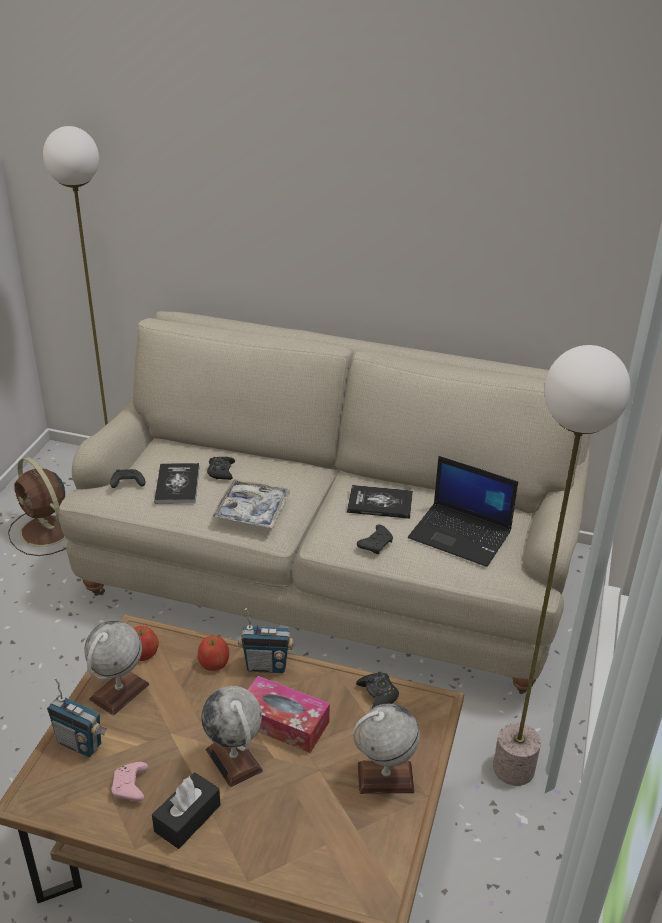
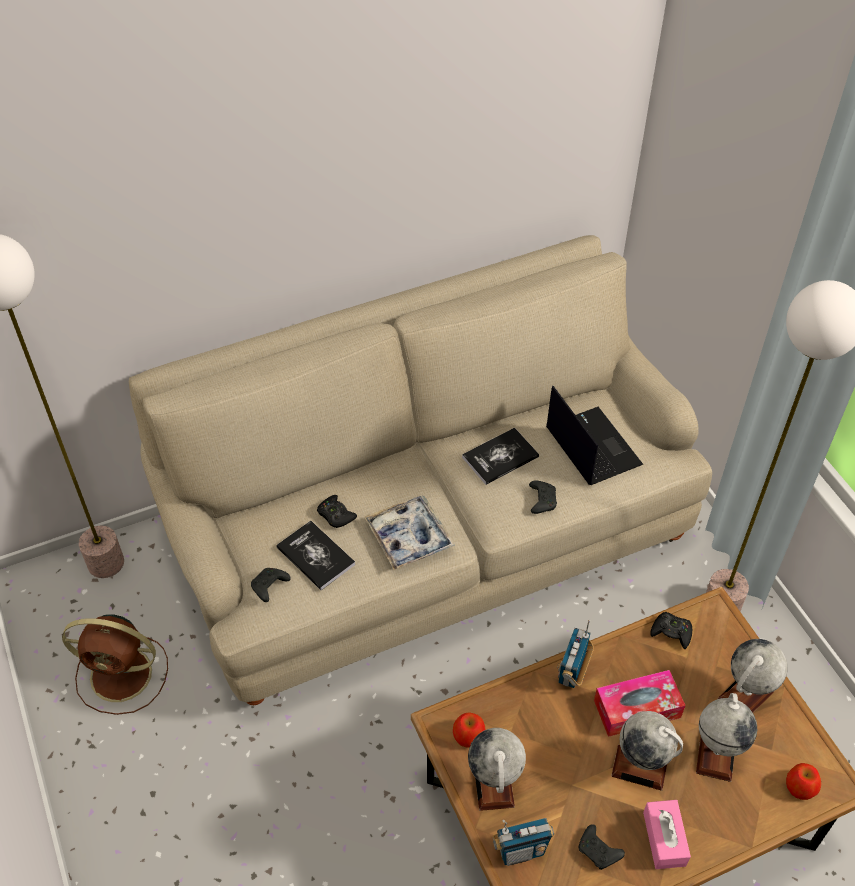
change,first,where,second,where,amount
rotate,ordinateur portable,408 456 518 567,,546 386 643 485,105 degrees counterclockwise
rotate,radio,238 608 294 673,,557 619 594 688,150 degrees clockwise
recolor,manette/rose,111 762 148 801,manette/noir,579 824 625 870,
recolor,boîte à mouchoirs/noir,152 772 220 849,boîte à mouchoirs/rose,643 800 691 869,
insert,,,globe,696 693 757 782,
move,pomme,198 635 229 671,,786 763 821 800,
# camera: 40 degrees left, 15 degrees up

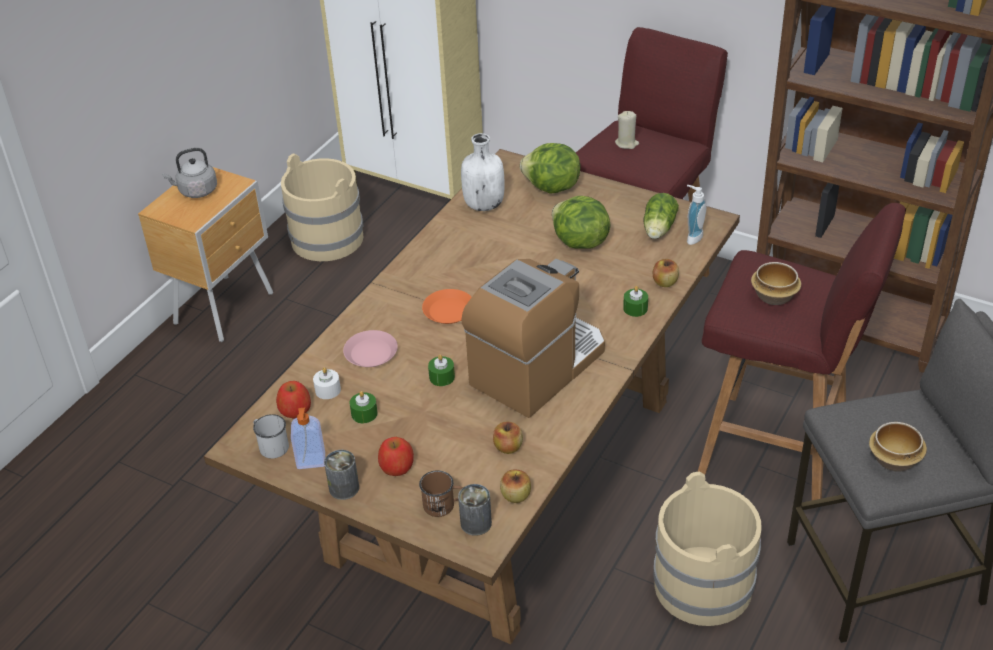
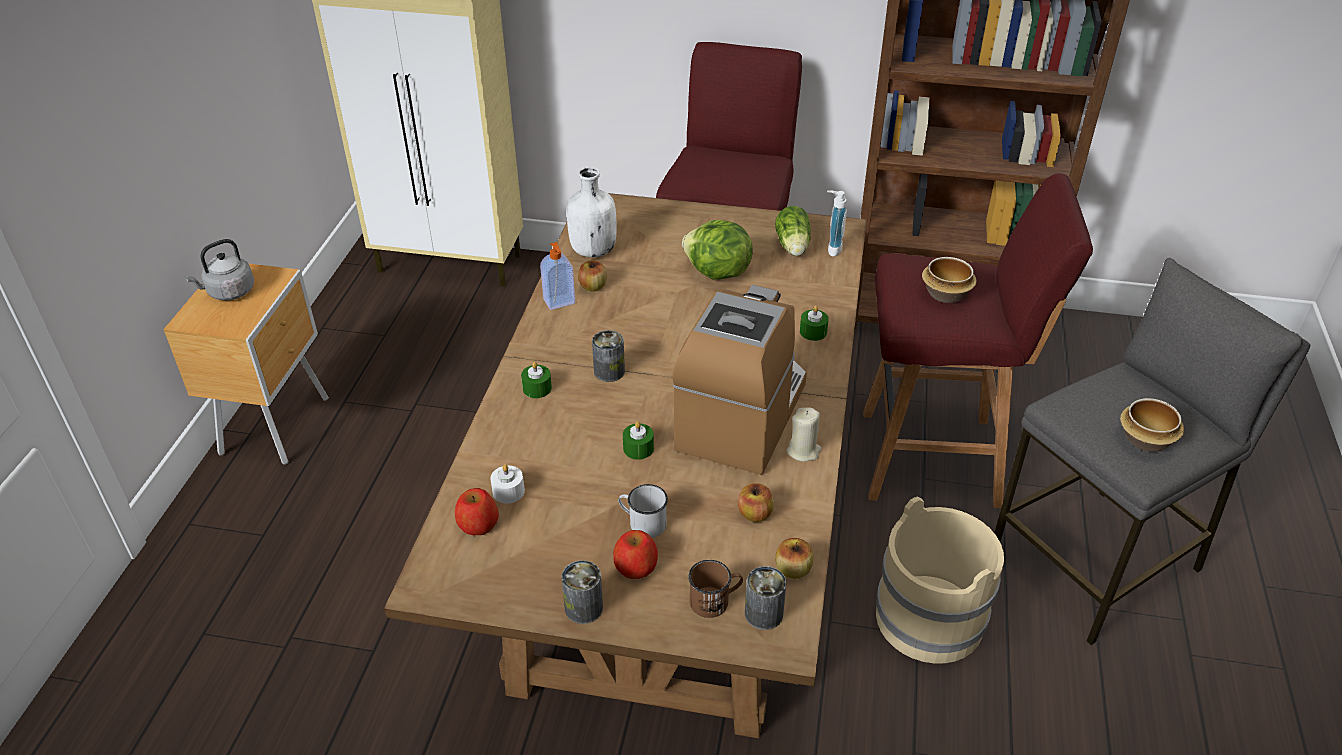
change,first,where,second,where,amount
move,bougie/vert,350 391 378 423,,521 362 552 398,
move,distributeur de savon,291 407 325 469,,540 242 575 310,
move,pomme,653 259 679 287,,578 260 607 292,
replace,assiette/orange,422 289 472 324,boîte métallique,592 330 625 382,
move,mug/blanc,253 414 289 459,,618 484 668 538,
move,bougie/beige,615 111 639 149,,786 408 821 462,
delete,seau/beige,281 153 364 261,,,
delete,assiette/rose,343 330 398 367,,,
delete,laitue,520 143 581 194,,,
# camera: 20 degrees left, 0 degrees up

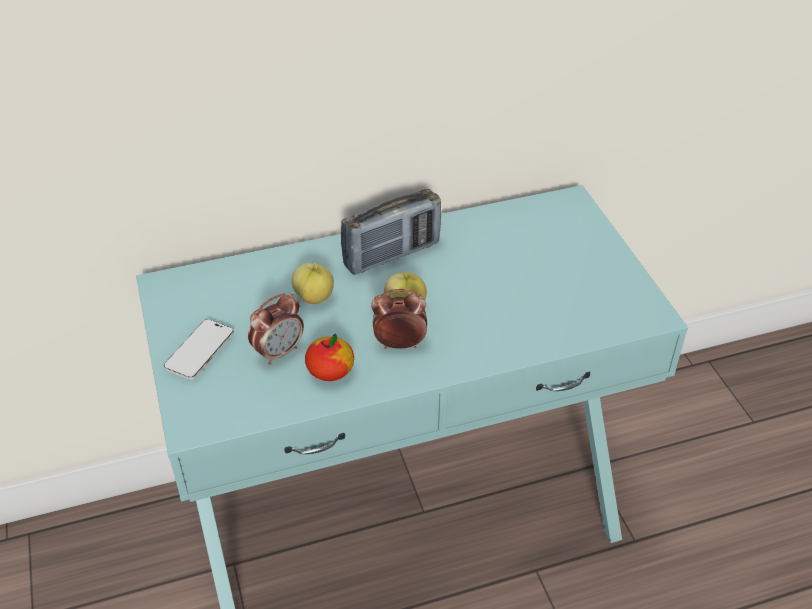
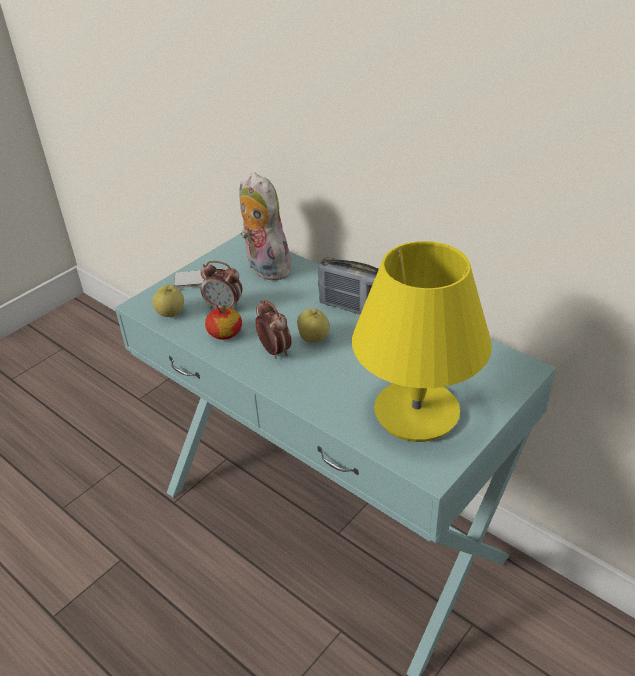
change,first,where,second,where,amount
move,pomme,292 263 334 304,,152 284 184 317,
insert,,,peluche,240 172 291 281,
insert,,,lampe de table/jaune,352 241 492 442,
# camera: 60 degrees right, 5 degrees down

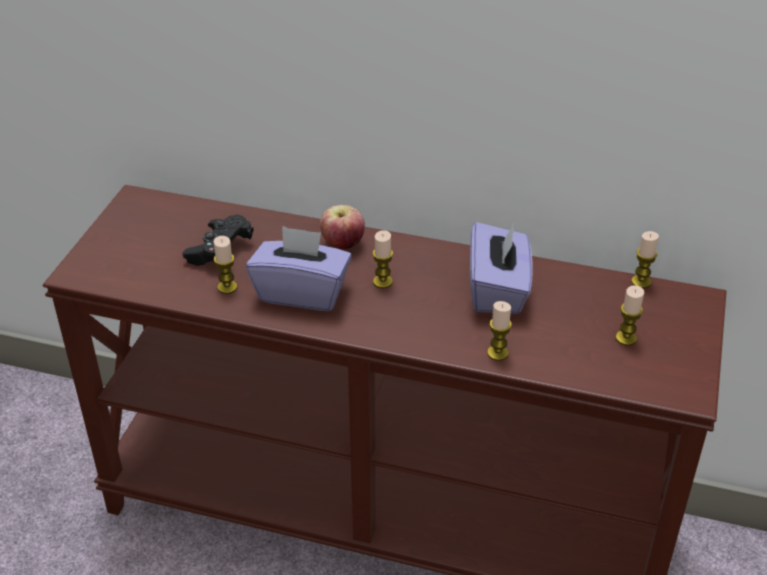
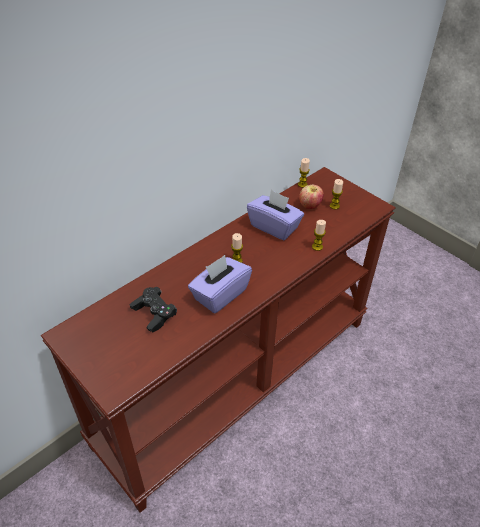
change,first,where,second,where,amount
move,pomme,320 205 365 249,,299 185 324 209,
delete,bougie,214 236 237 294,,,
# camera: 60 degrees left, 5 degrees up

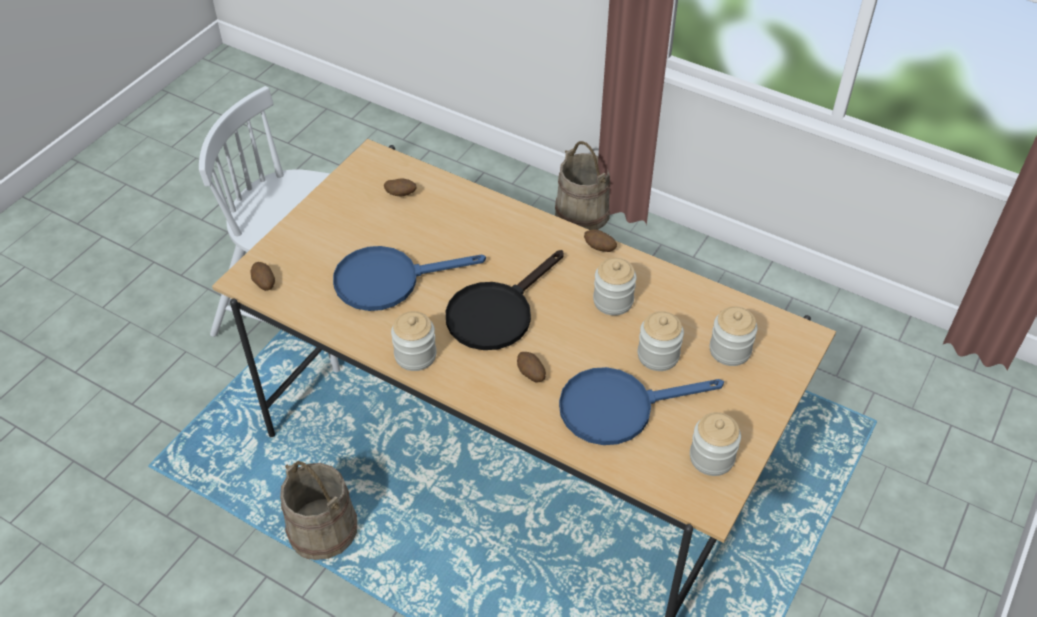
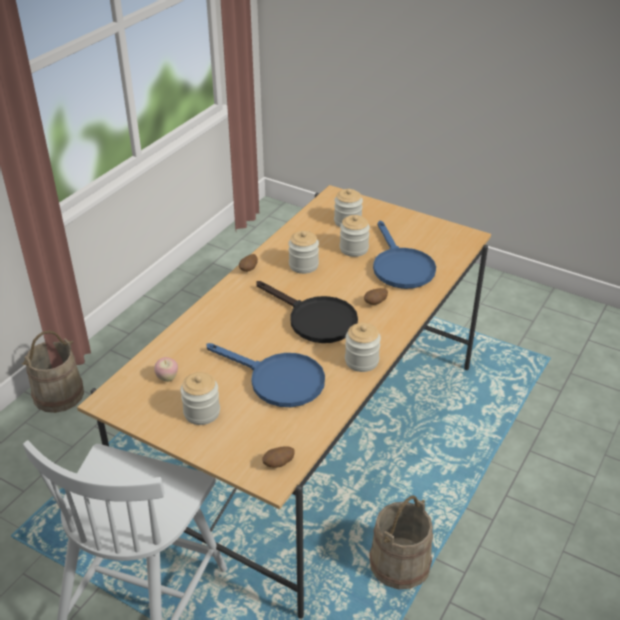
change,first,where,second,where,amount
replace,pomme de terre,384 178 416 196,pomme,154 357 178 382,
move,bocal,690 412 741 476,,180 372 220 425,
rotate,poêle/bleu,333 246 486 311,,206 343 325 407,45 degrees counterclockwise
# camera: 90 degrees left, 10 degrees down

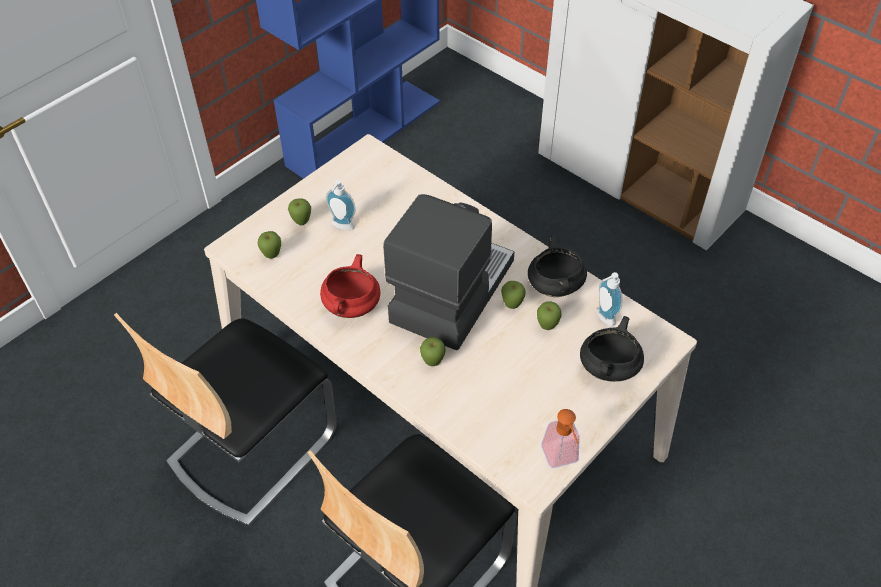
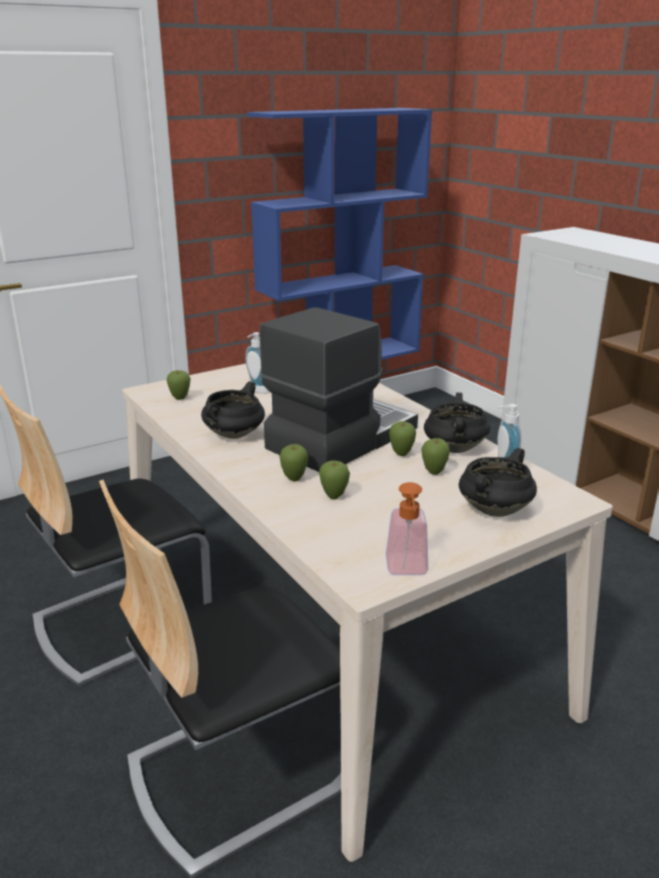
change,first,where,second,where,amount
recolor,marmite/rouge,320 254 380 318,marmite/noir,201 381 265 439,
move,pomme,288 198 311 225,,319 460 350 499,
# camera: 15 degrees right, 25 degrees down

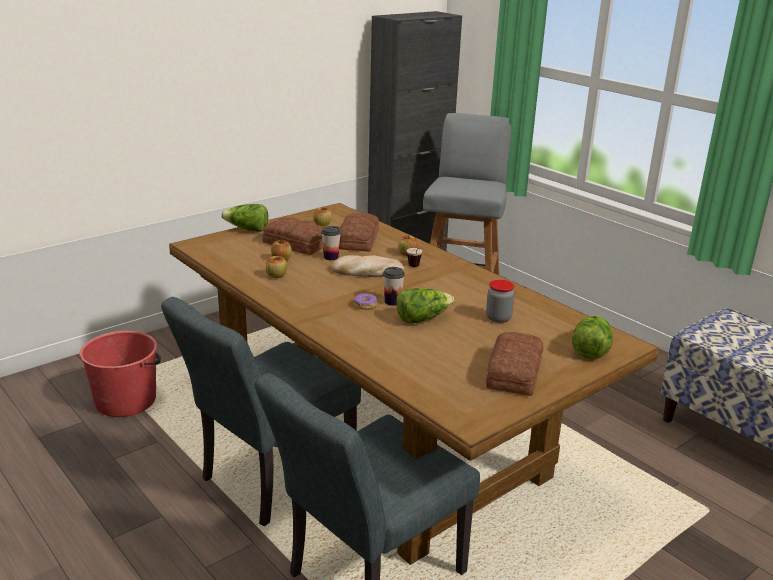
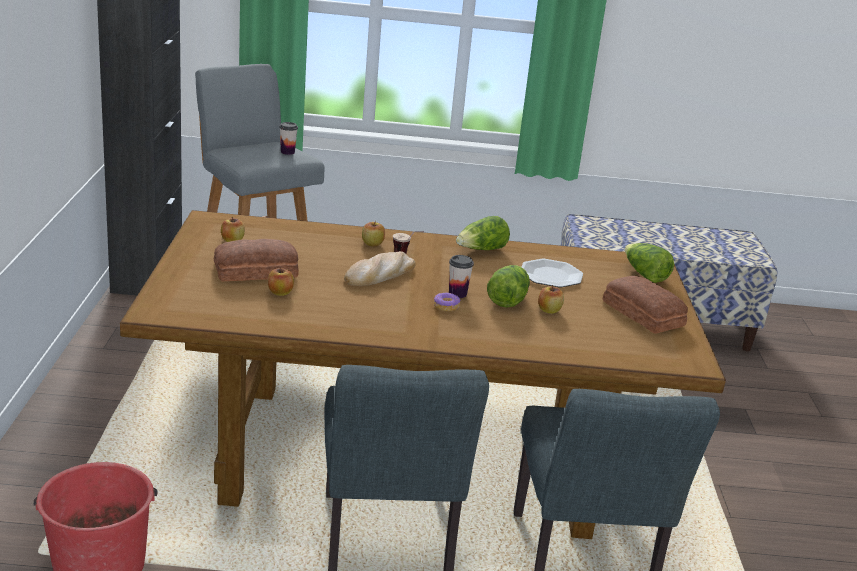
change,first,where,second,where,amount
move,tasse,321 226 341 260,,279 122 298 155,
move,laitue,221 204 268 232,,456 216 510 250,
replace,bocal,486 280 515 323,assiette,521 259 583 287,
move,pomme,266 254 287 278,,538 285 564 314,
delete,pain,339 213 379 252,,,
# camera: 50 degrees left, 0 degrees up

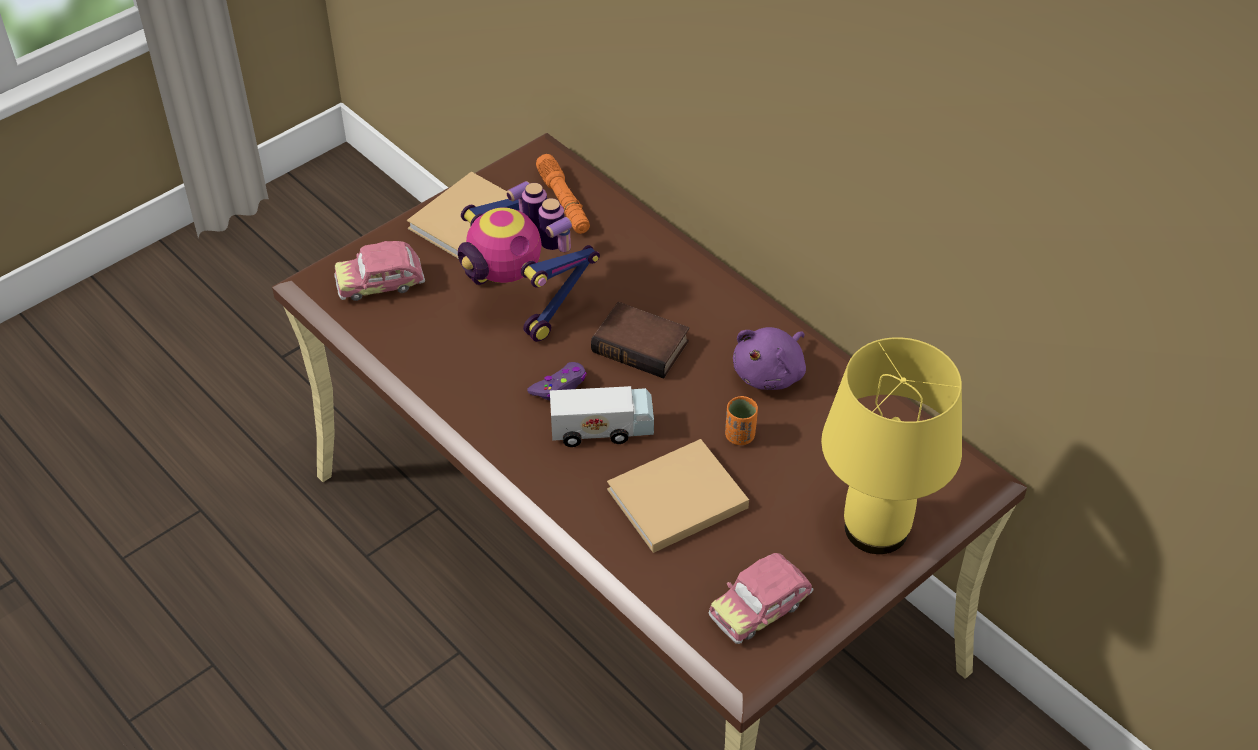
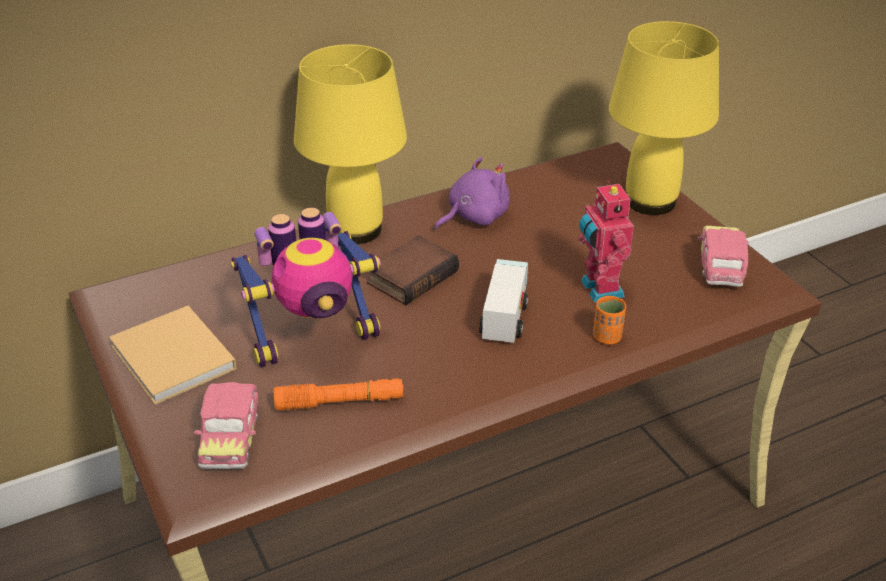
change,first,where,second,where,amount
move,lampe de poche/orange,536 154 590 234,,274 378 403 411,
insert,,,lampe de table/jaune,294 44 407 244,
rotate,peluche/violet,733 327 806 390,,434 157 510 230,90 degrees counterclockwise
replace,livre/beige,607 439 749 553,robot jouet,578 180 634 302,
move,tasse/orange,725 396 758 445,,593 296 626 345,
rotate,petite voiture,709 553 814 644,,698 226 748 287,150 degrees counterclockwise
delete,manette/violet,527 362 587 400,,,
# camera: 75 degrees left, 10 degrees down

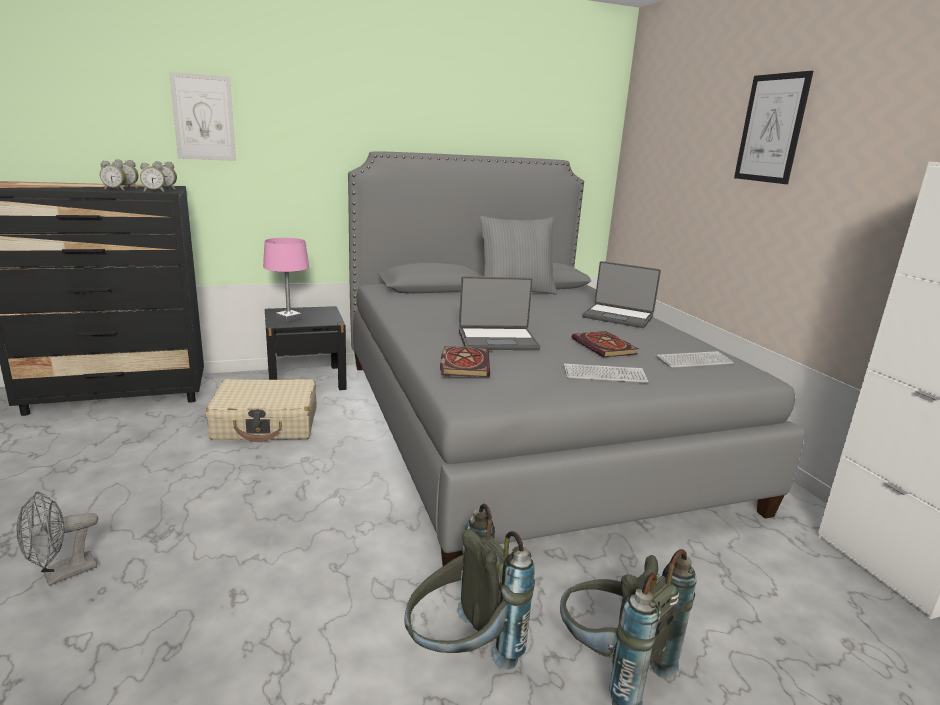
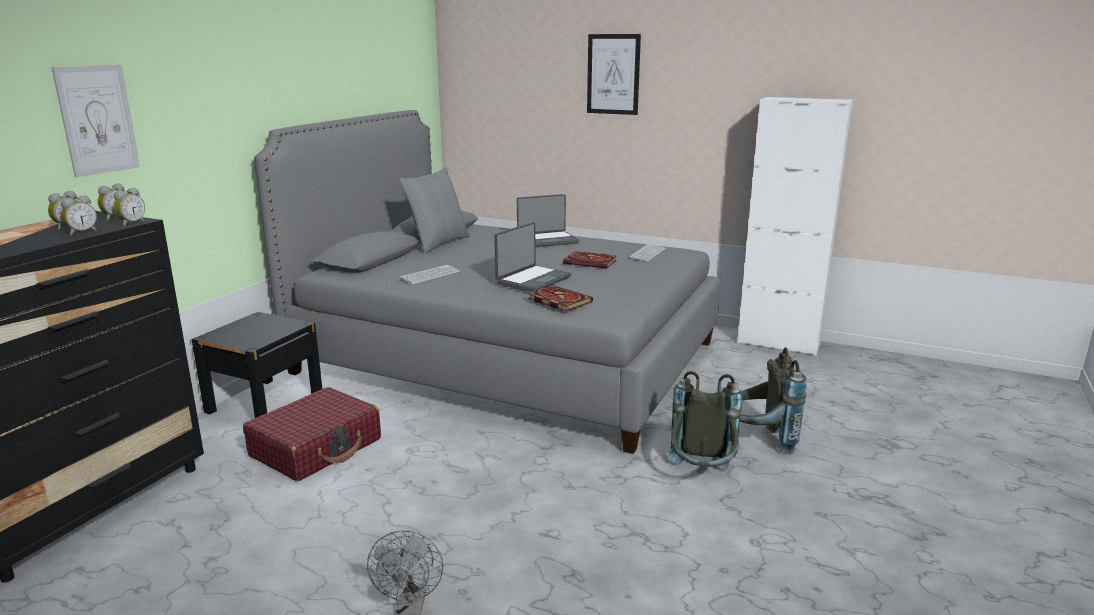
change,first,where,second,where,amount
recolor,valise/beige,206 379 317 442,valise/rouge,243 387 381 481,
move,clavier,564 364 649 383,,400 265 460 284,
delete,lampe de table/rose,263 238 309 323,,,
# camera: 45 degrees left, 0 degrees up

